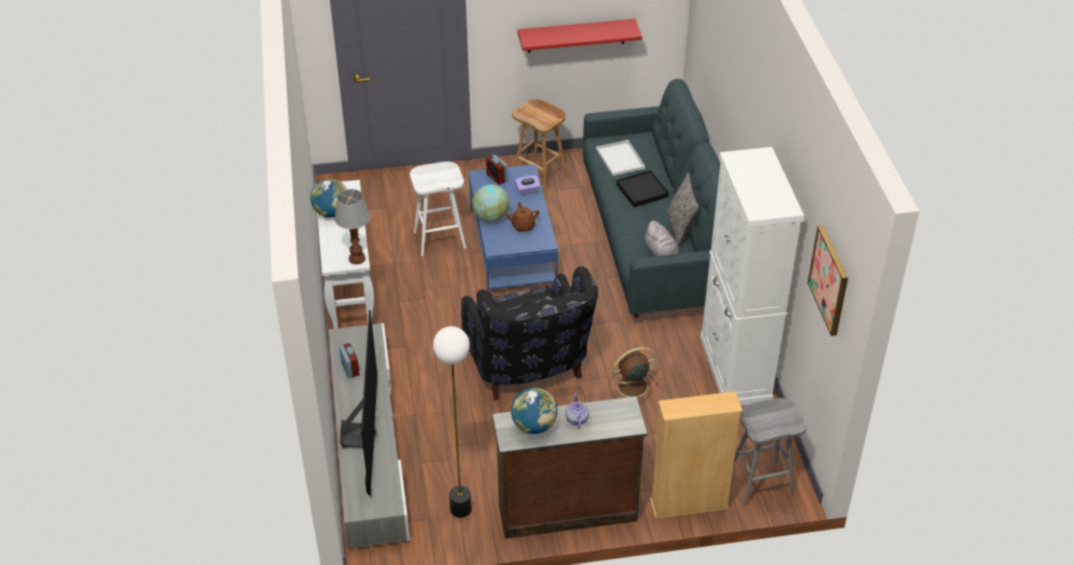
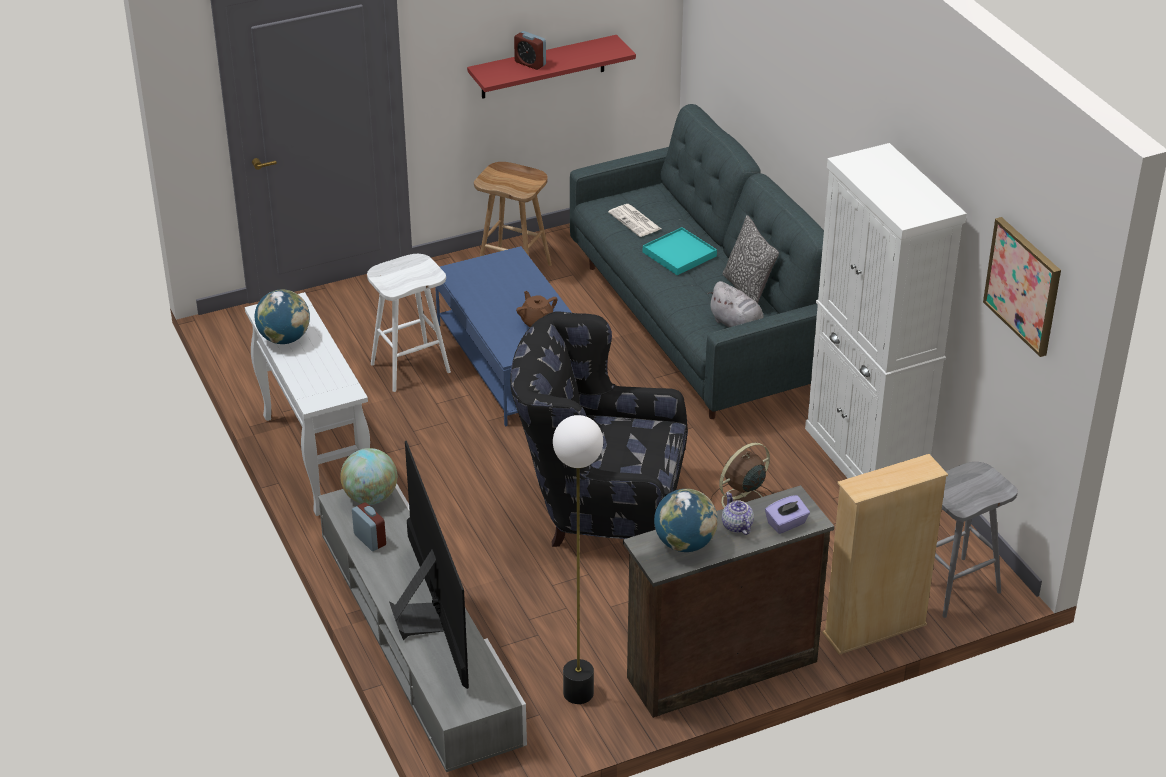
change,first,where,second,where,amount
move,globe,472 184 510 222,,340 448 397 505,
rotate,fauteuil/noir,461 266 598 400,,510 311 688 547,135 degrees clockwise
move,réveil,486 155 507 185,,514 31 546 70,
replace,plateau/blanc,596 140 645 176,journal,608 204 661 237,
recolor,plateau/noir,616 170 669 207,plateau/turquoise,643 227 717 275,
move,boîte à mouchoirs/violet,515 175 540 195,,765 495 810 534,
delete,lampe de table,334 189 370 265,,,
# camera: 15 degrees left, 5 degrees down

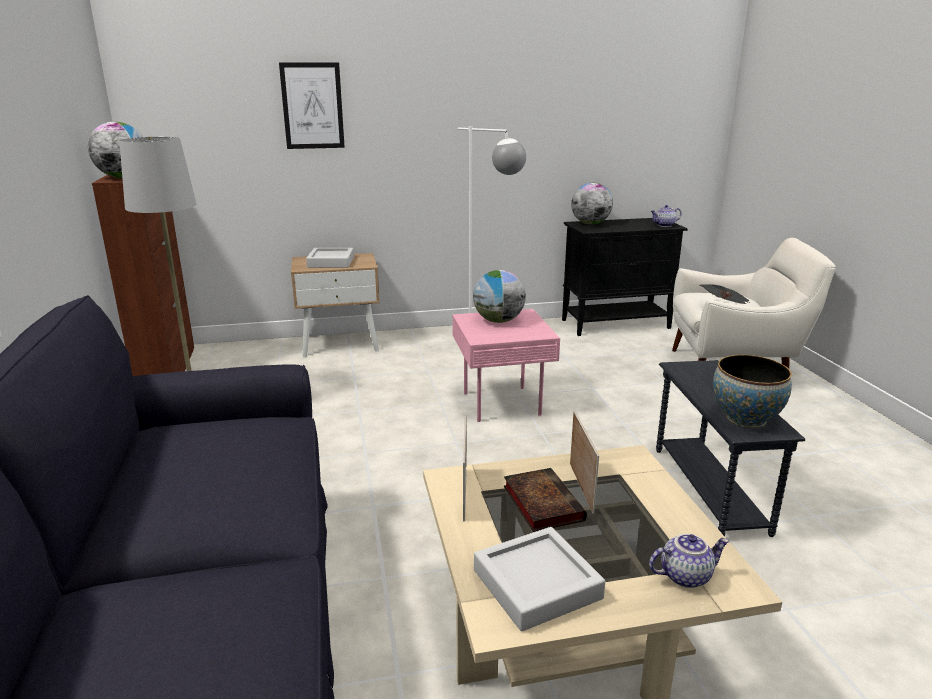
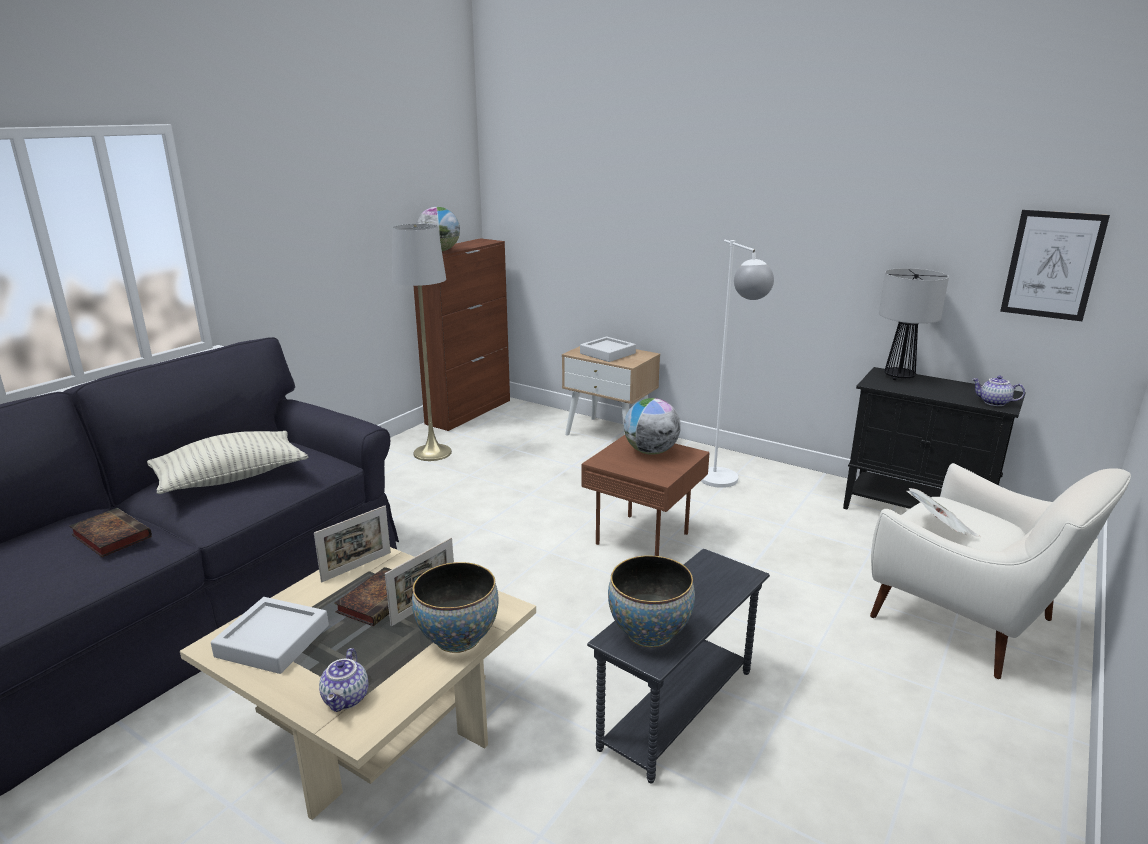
change,first,where,second,where,amount
insert,,,livre,69 508 152 557,
insert,,,coussin,147 431 308 494,
rotate,théière,649 534 729 588,,319 648 368 712,60 degrees clockwise
insert,,,bol,412 562 499 653,
recolor,table d'appoint/rose,452 309 560 422,table d'appoint/marron,581 435 710 556,
replace,globe,571 183 613 224,lampe de table,879 268 949 380,
move,tableau,279 62 345 149,,1000 210 1110 321,
# camera: 45 degrees right, 0 degrees up

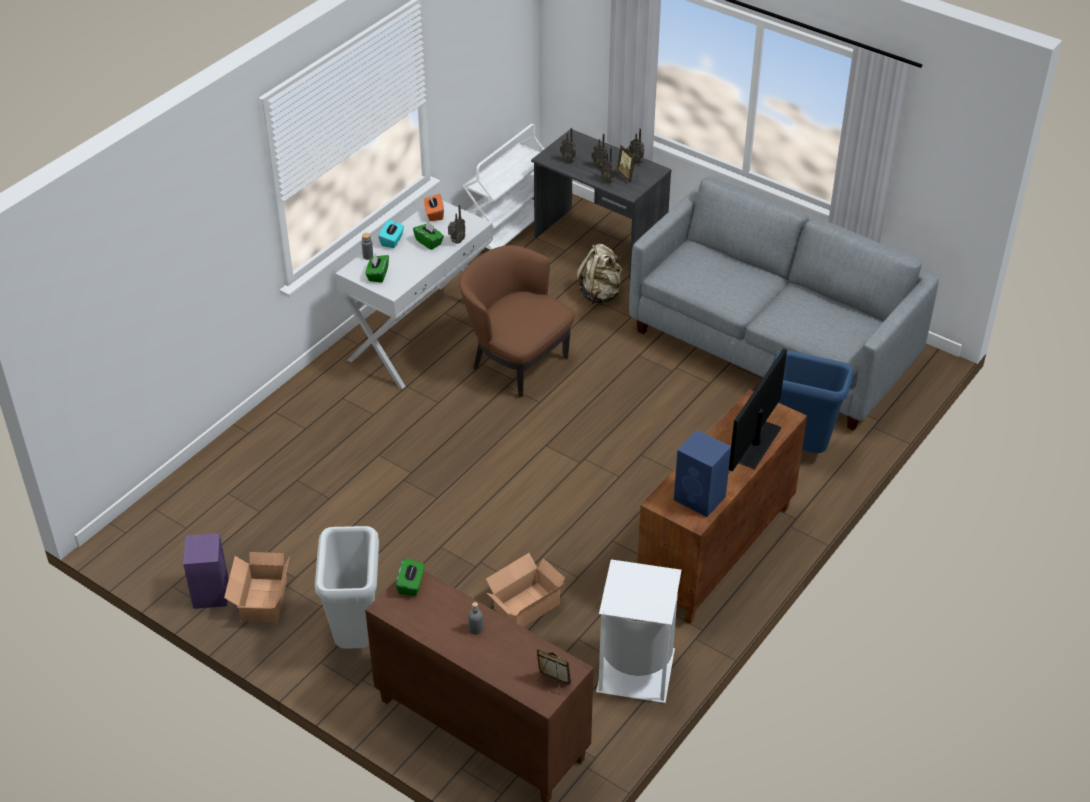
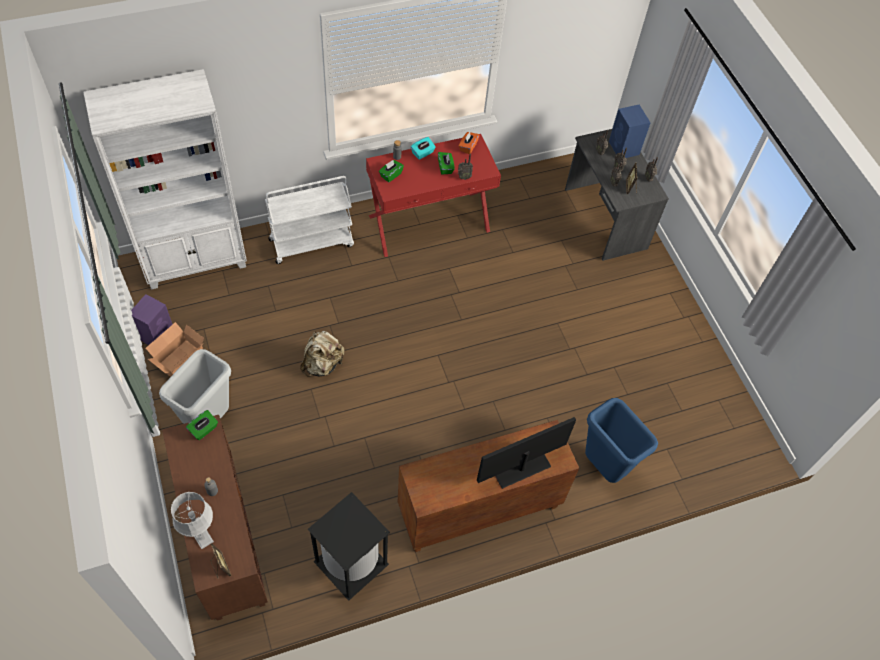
change,first,where,second,where,amount
insert,,,bibliothèque/blanc,83 69 247 290,
insert,,,lampe de table/gris,171 492 214 549,
move,chariot/blanc,462 124 544 250,,265 176 354 264,
move,sac à dos/beige,576 244 623 305,,300 331 345 377,
recolor,poubelle/blanc,596 559 681 703,poubelle/noir,307 492 390 601,
recolor,table console/blanc,336 200 493 389,table console/rouge,366 134 501 257,
move,enceinte/bleu,674 430 731 517,,609 105 651 158,
delete,fauteuil/marron,459 245 575 397,,,
delete,carton,486 553 565 627,,,
delete,canapé/gris,629 177 939 431,,,
# camera: 30 degrees right, 15 degrees up

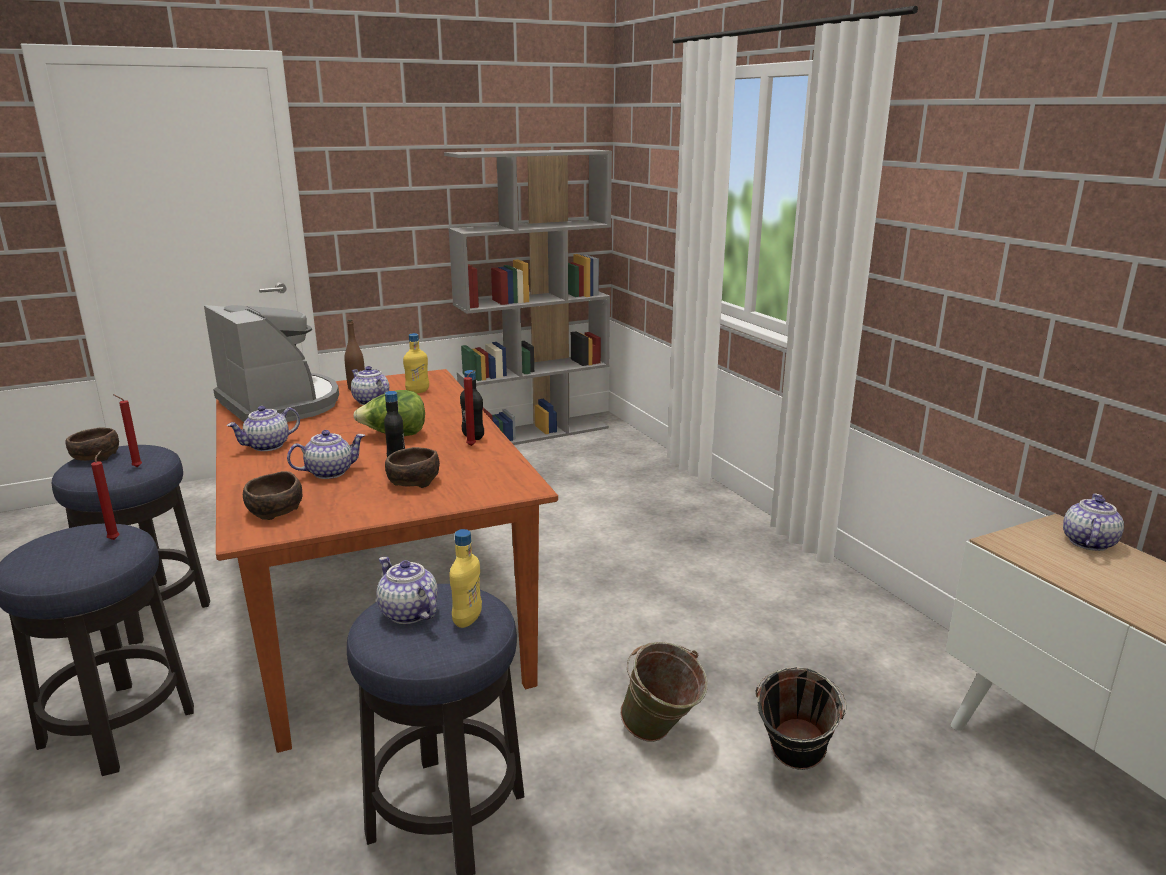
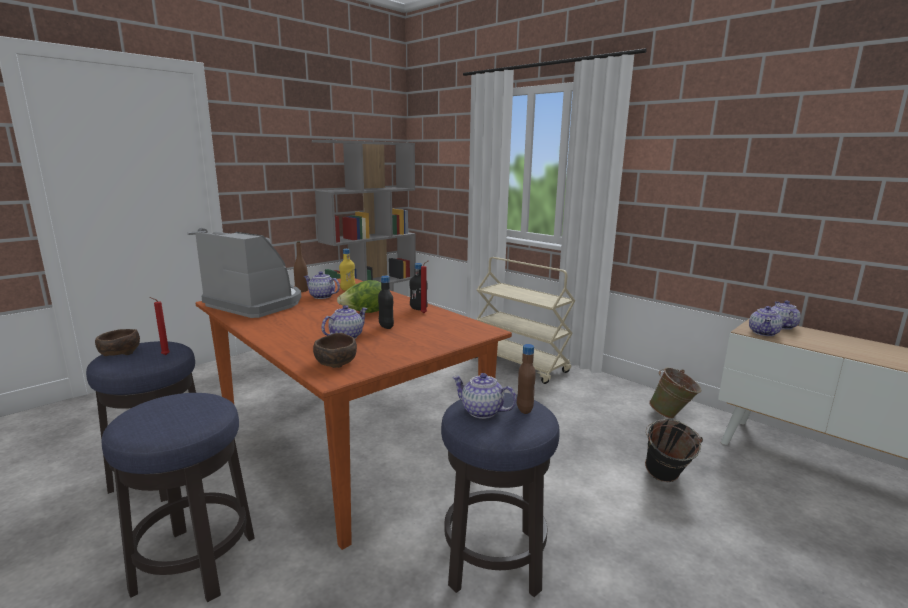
change,first,where,second,where,amount
insert,,,chariot/beige,476 257 575 384,
recolor,bouteille/jaune,450 529 482 628,bouteille/marron,517 344 536 414,
move,seau/vert,620 641 708 742,,649 367 701 419,
move,théière,227 406 300 451,,749 306 783 336,
delete,bougie/rouge,91 451 120 540,,,
delete,bol/marron,385 447 440 488,,,
# camera: 20 degrees left, 5 degrees down

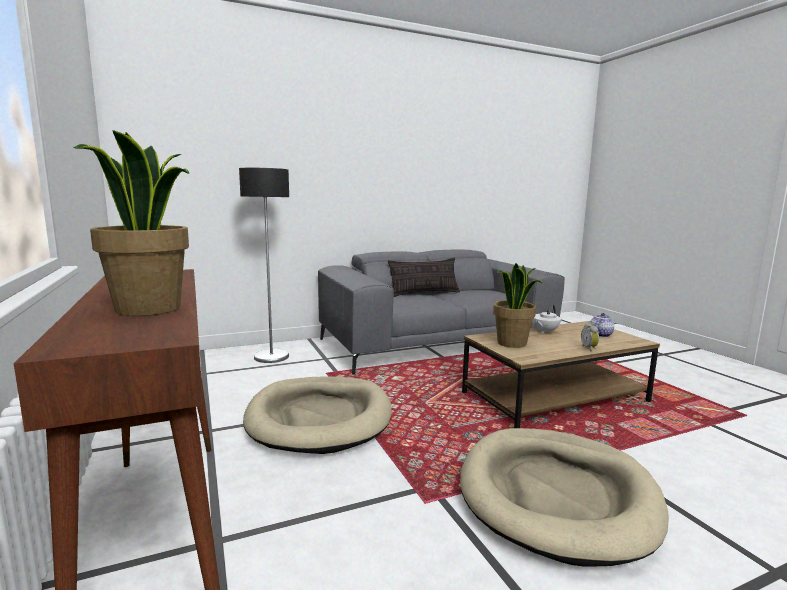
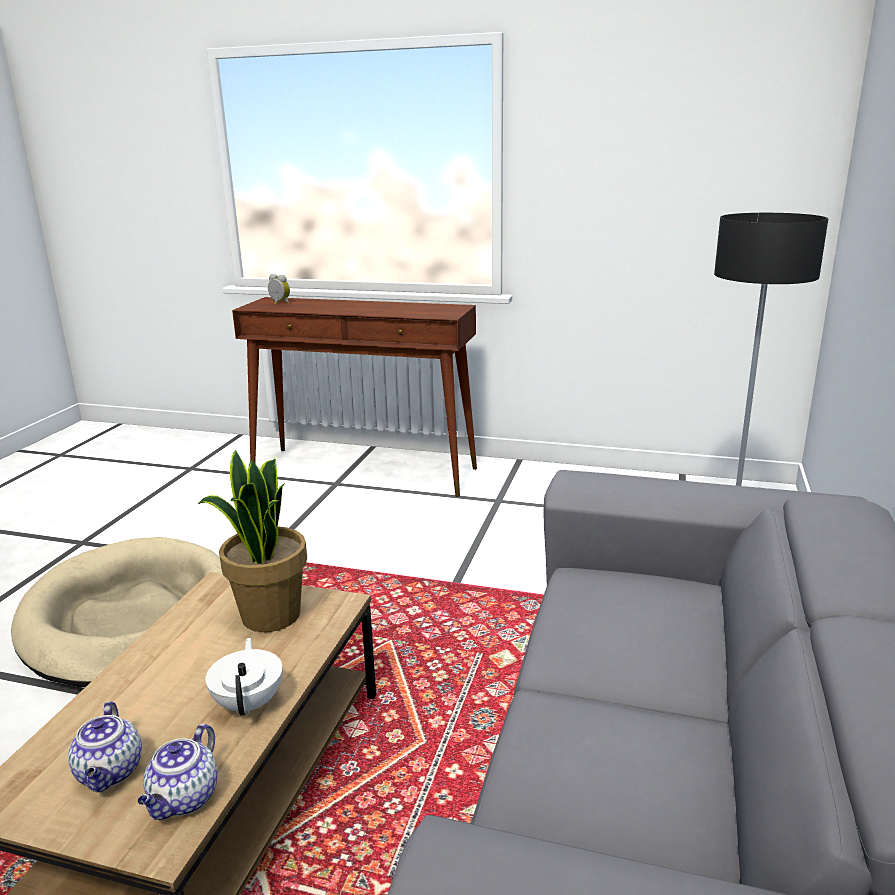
change,first,where,second,where,amount
insert,,,théière,138 724 218 820,
move,réveil,581 323 599 351,,268 274 290 304,
delete,plante en pot,73 130 189 316,,,
delete,panier pour chien/beige,243 376 391 454,,,
delete,coussin,388 258 460 297,,,
# camera: 130 degrees right, 10 degrees up

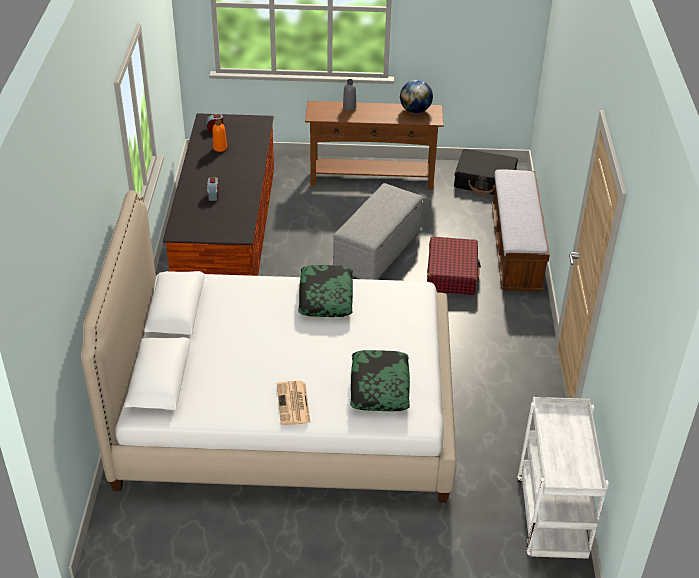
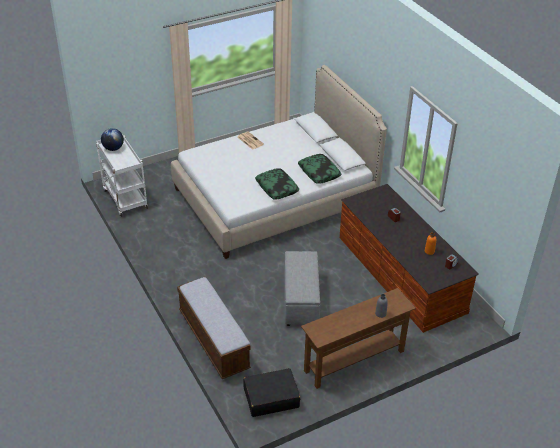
change,first,where,second,where,amount
move,globe,400 80 433 113,,101 128 124 151,
move,coussin,350 350 410 411,,298 154 342 184,
delete,valise/rouge,427 237 481 295,,,
# camera: 150 degrees right, 0 degrees up

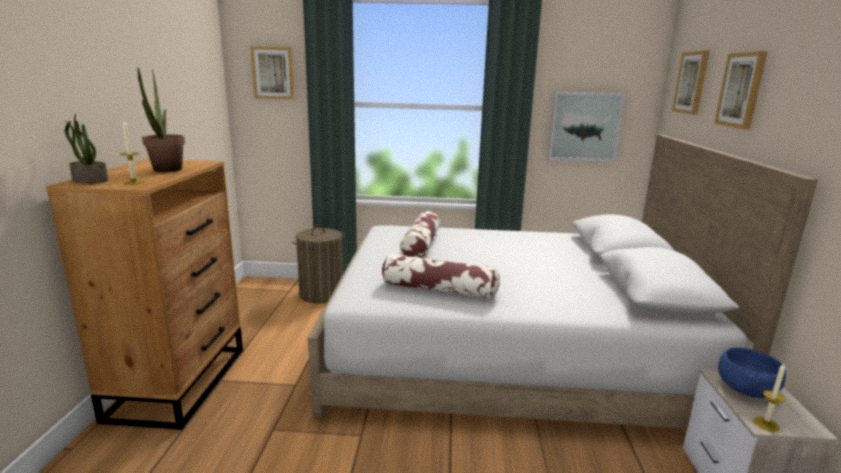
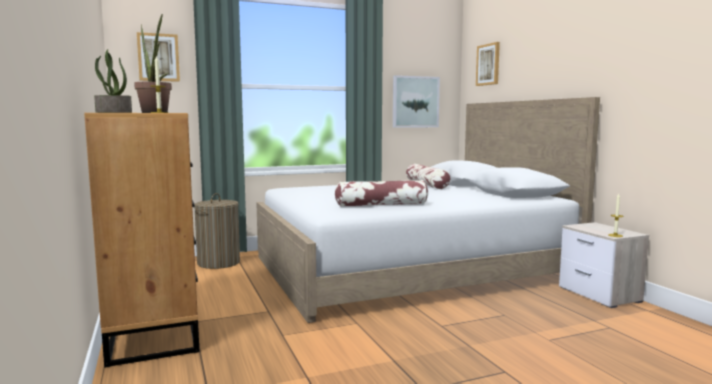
change,first,where,second,where,amount
move,coussin,400 211 440 258,,406 164 451 189,
delete,tableau,714 51 768 129,,,
delete,bol/bleu,718 347 786 398,,,
# camera: 25 degrees left, 10 degrees down

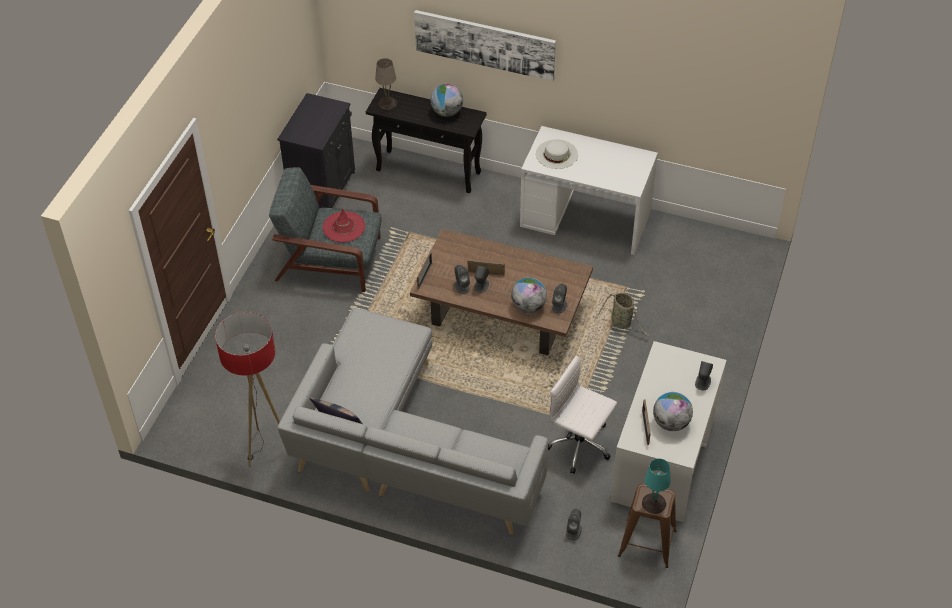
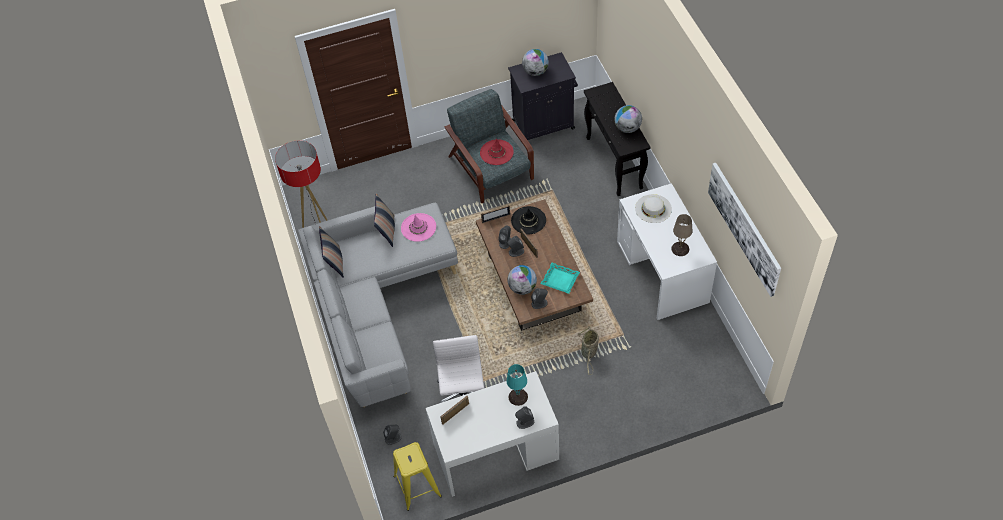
change,first,where,second,where,amount
insert,,,coussin,374 193 395 247,
recolor,tabouret/marron,618 484 676 568,tabouret/jaune,393 442 442 511,
insert,,,chapeau/rose,401 213 436 242,
move,lampe de table/turquoise,642 459 671 514,,507 364 528 406,
insert,,,chapeau/noir,511 206 546 234,
move,globe,653 392 693 431,,522 49 549 76,
insert,,,plateau/turquoise,541 263 580 294,
move,lampe de table/beige,375 58 397 110,,671 214 693 256,
move,tableau,414 10 556 81,,708 163 781 297,
# camera: 55 degrees right, 5 degrees up

